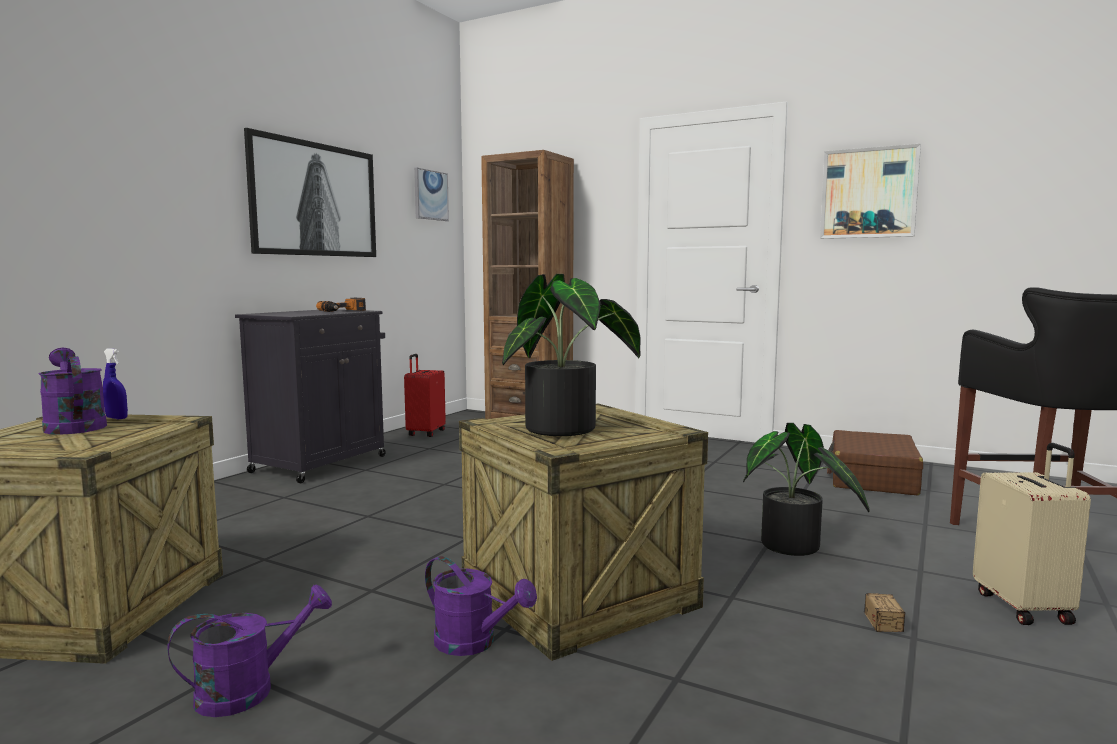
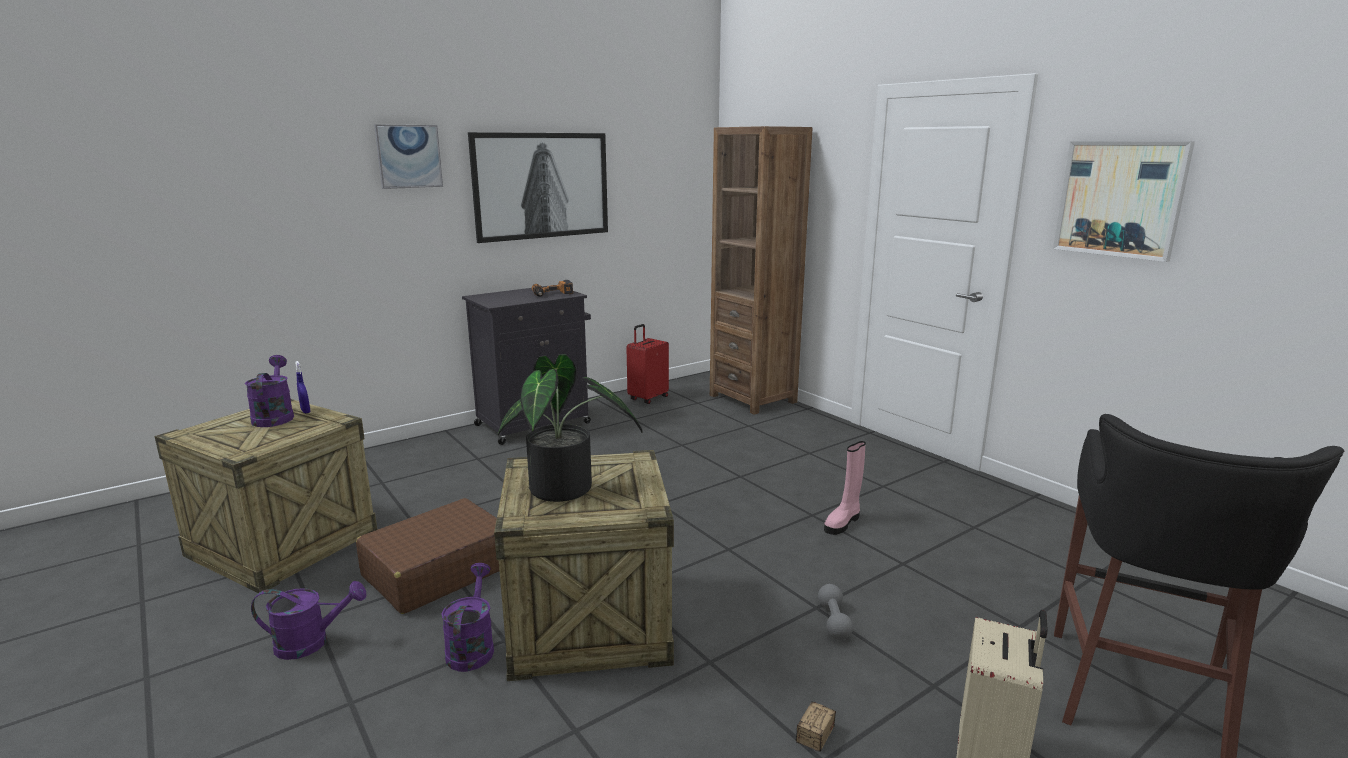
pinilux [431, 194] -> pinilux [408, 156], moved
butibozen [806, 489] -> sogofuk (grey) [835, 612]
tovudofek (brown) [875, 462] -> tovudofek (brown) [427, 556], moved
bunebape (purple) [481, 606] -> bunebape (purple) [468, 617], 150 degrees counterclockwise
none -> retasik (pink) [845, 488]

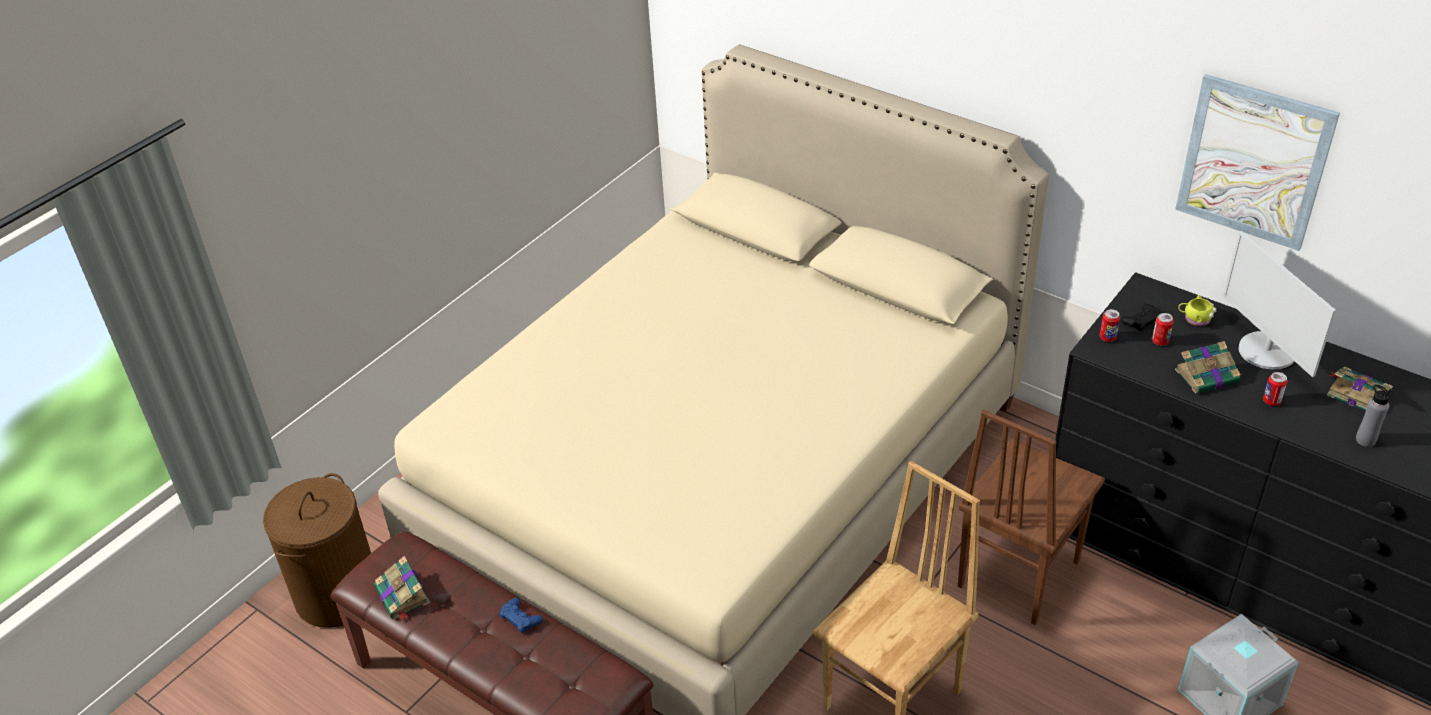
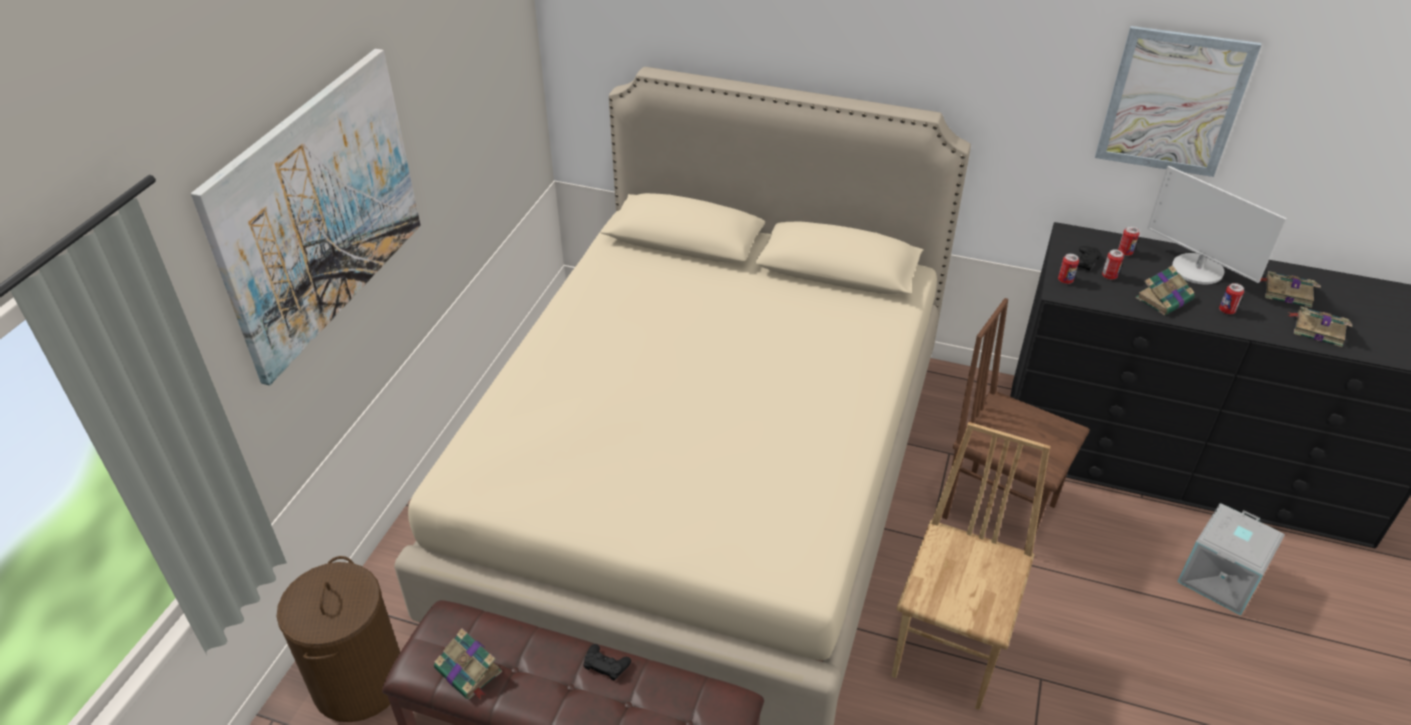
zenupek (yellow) [1197, 310] -> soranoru [1128, 241]
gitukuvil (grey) [1373, 415] -> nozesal [1320, 326]
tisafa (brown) [1031, 517] -> tisafa (brown) [1016, 424], 105 degrees clockwise
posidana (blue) [521, 615] -> posidana (black) [607, 662]
none -> pinilux [305, 217]

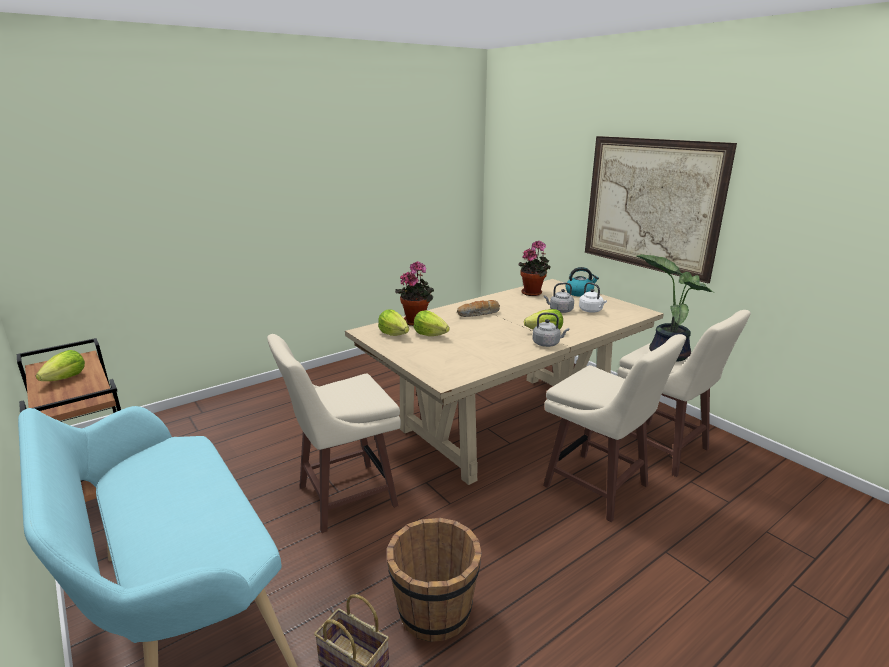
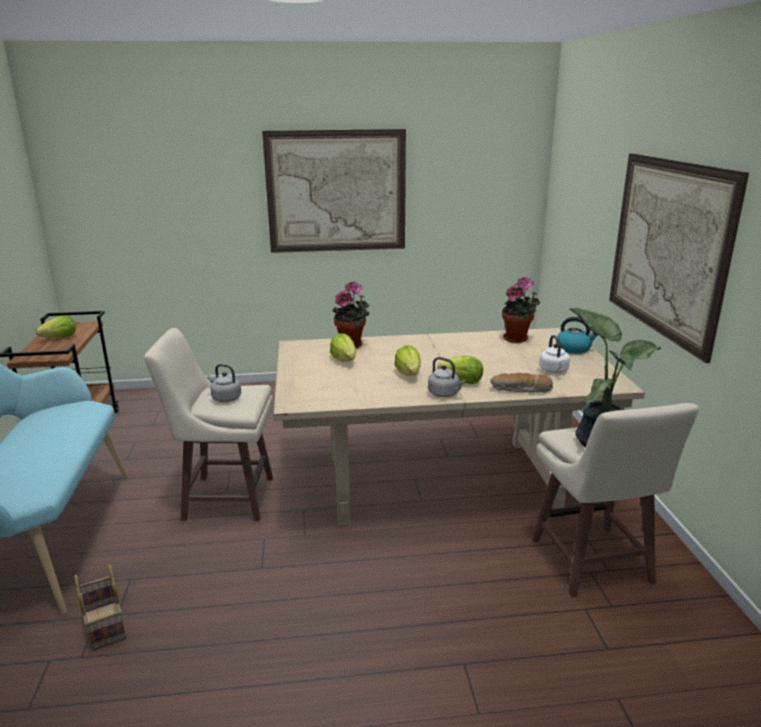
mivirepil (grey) [559, 298] -> mivirepil (grey) [224, 383], moved
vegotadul [478, 308] -> vegotadul [522, 383], moved
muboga [393, 322] -> muboga [407, 360], moved
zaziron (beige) [614, 428] -> none
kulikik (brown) [434, 580] -> none
none -> pinilux [334, 191]

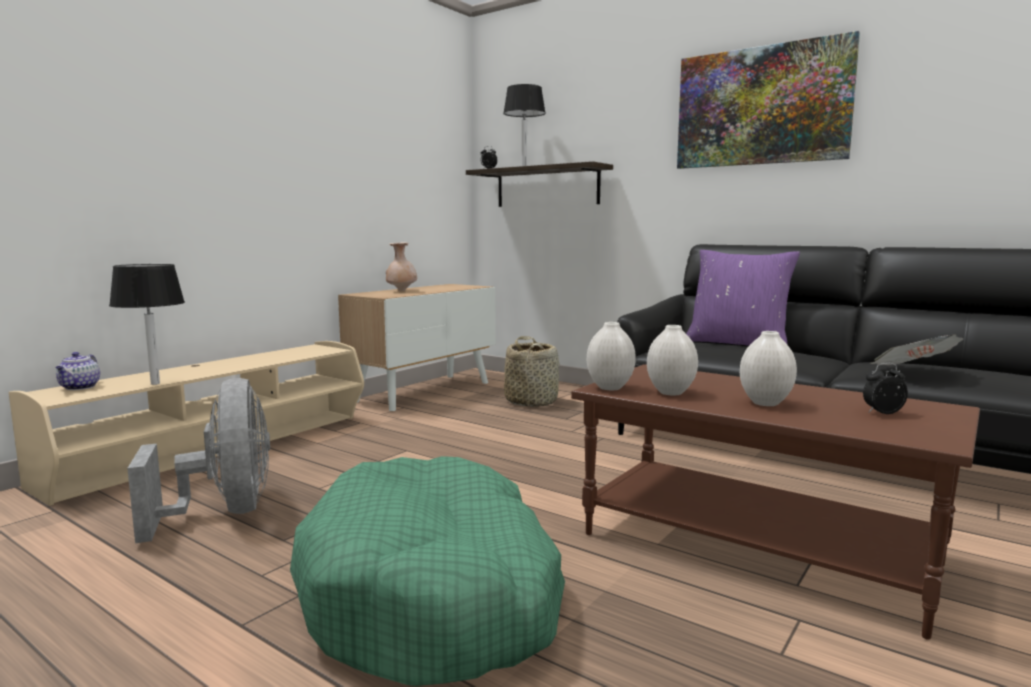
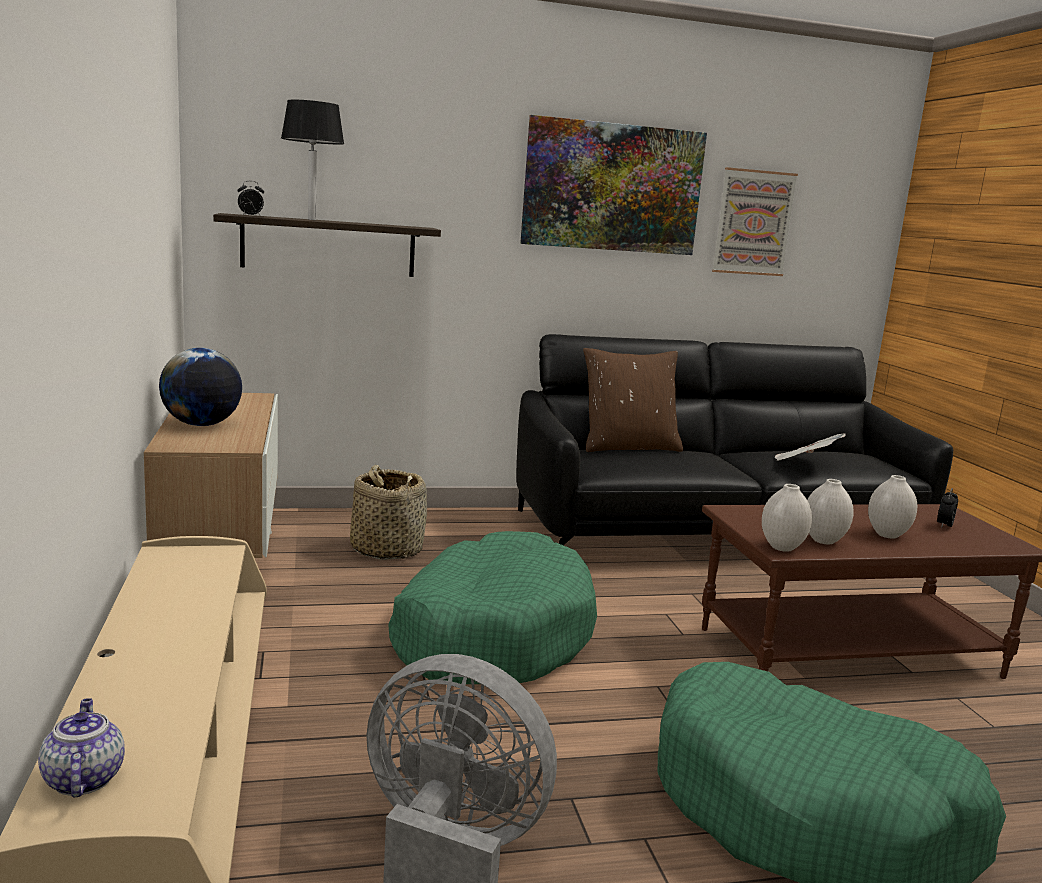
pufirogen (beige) [401, 266] -> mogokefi [200, 387]
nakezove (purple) [743, 298] -> nakezove (brown) [633, 400]
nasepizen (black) [147, 324] -> none
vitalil [77, 371] -> vitalil [81, 747], 150 degrees counterclockwise
none -> pinilux [755, 221]
none -> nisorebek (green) [492, 607]

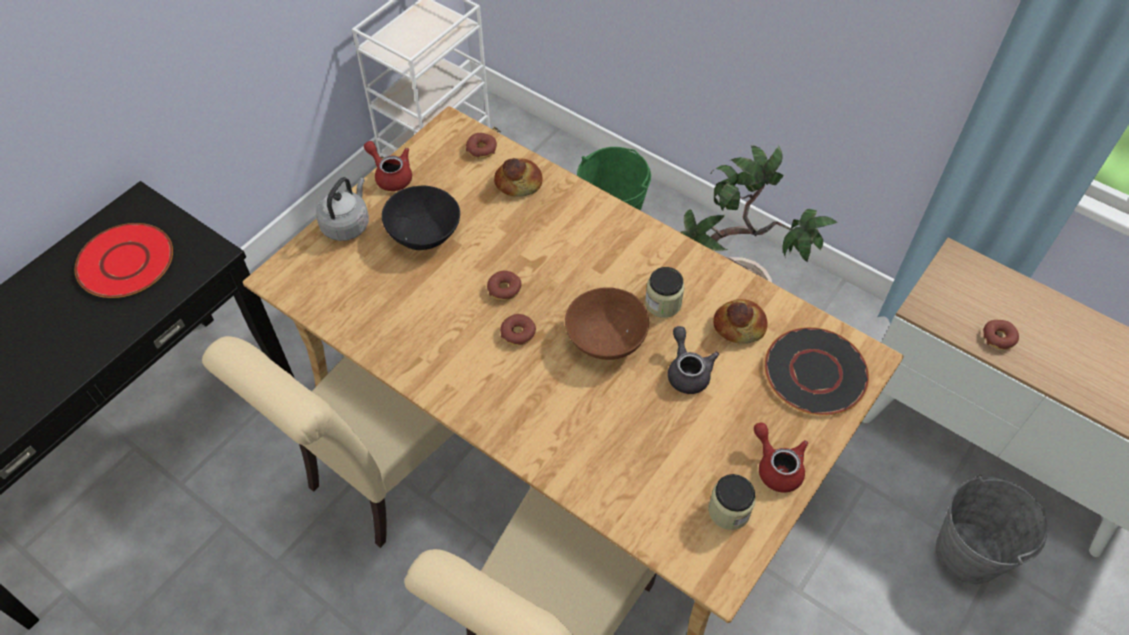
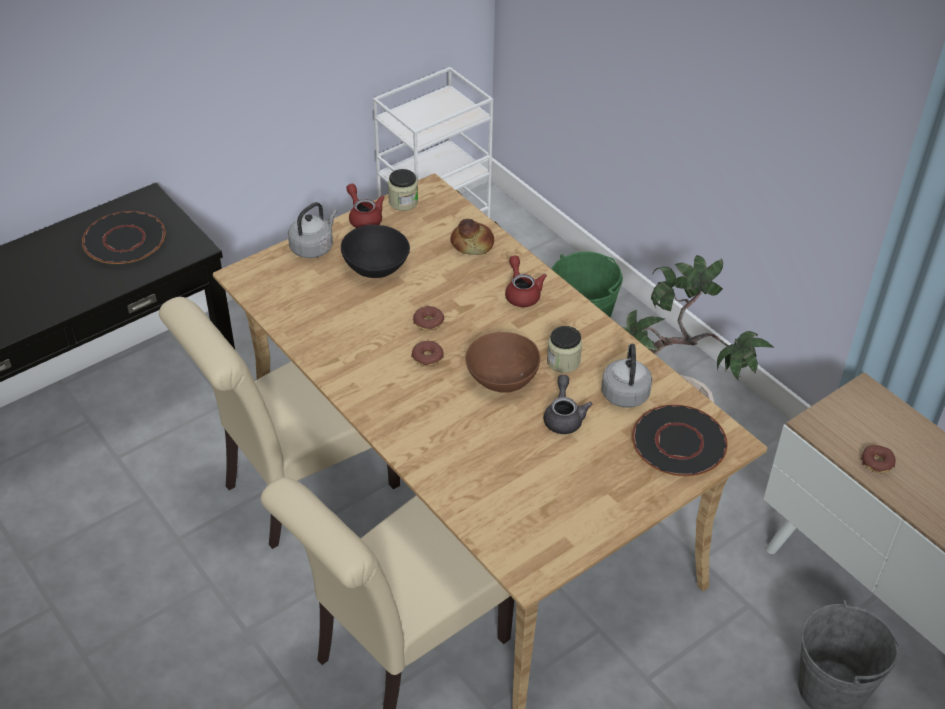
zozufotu [481, 146] -> none
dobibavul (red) [124, 260] -> dobibavul (black) [124, 237]
vegotadul [740, 321] -> mivirepil (grey) [626, 376]
vitalil (red) [781, 458] -> vitalil (red) [526, 281], moved
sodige [732, 502] -> sodige [403, 190], moved

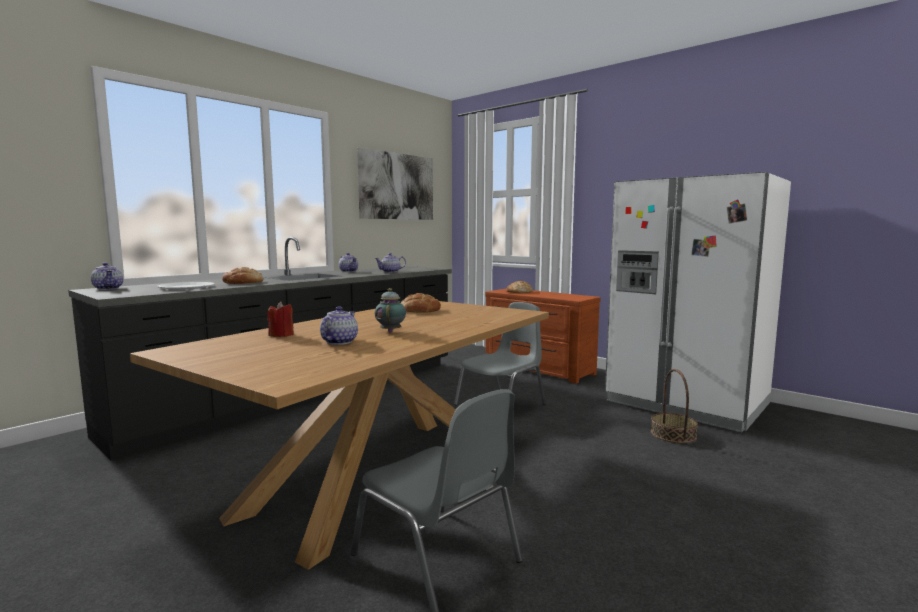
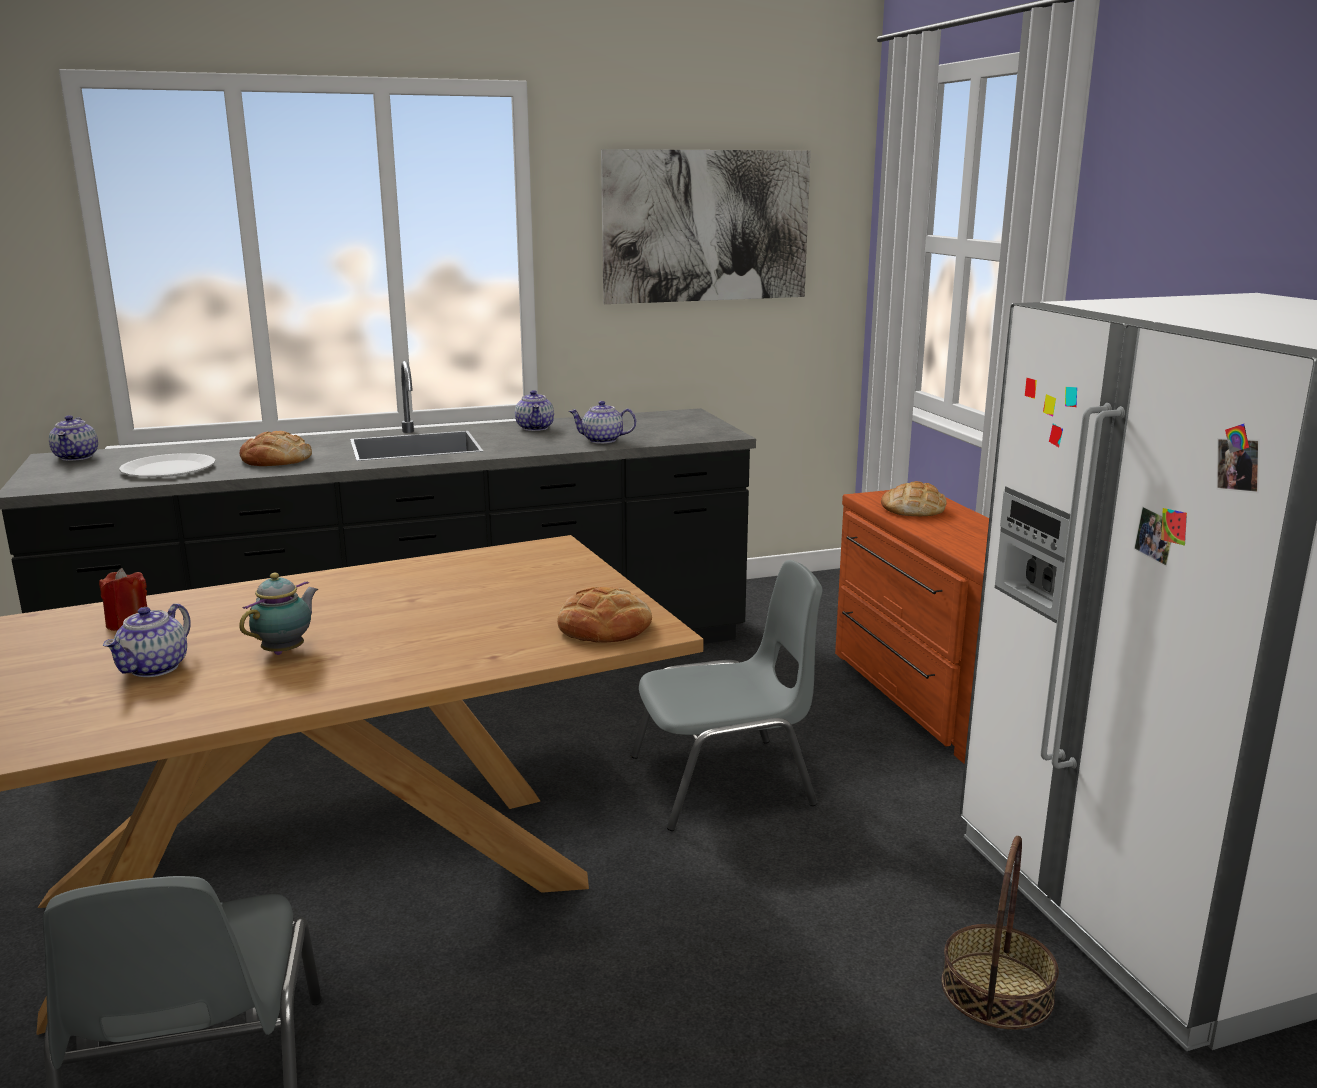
vegotadul [421, 303] -> vegotadul [604, 614], moved
vitalil [339, 325] -> vitalil [147, 640], 150 degrees clockwise

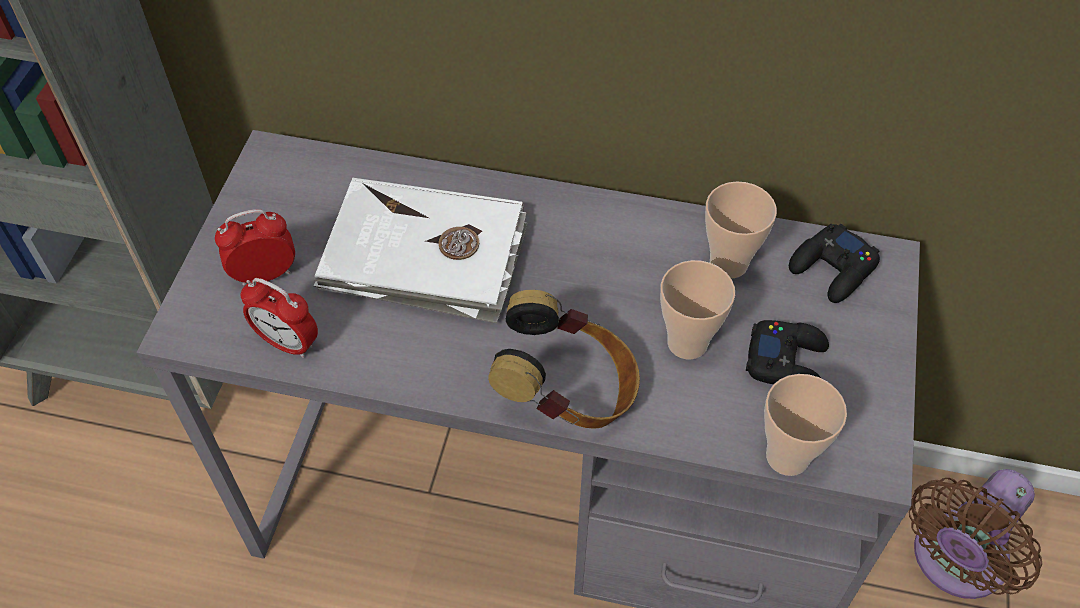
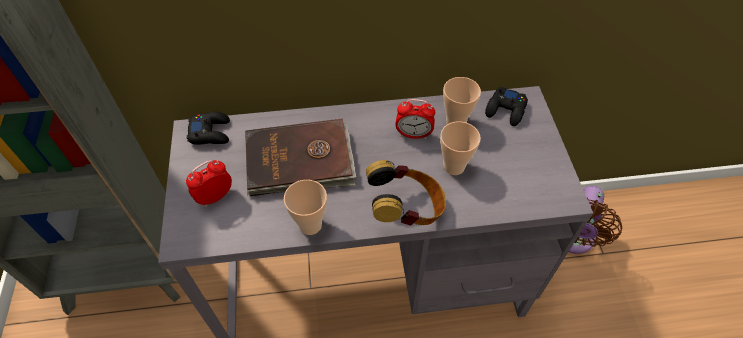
nozesal (white) [421, 250] -> nozesal (brown) [300, 157]
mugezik [279, 318] -> mugezik [415, 119], moved
posidana (black) [787, 352] -> posidana (black) [208, 128], moved
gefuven [805, 425] -> gefuven [305, 207], moved

